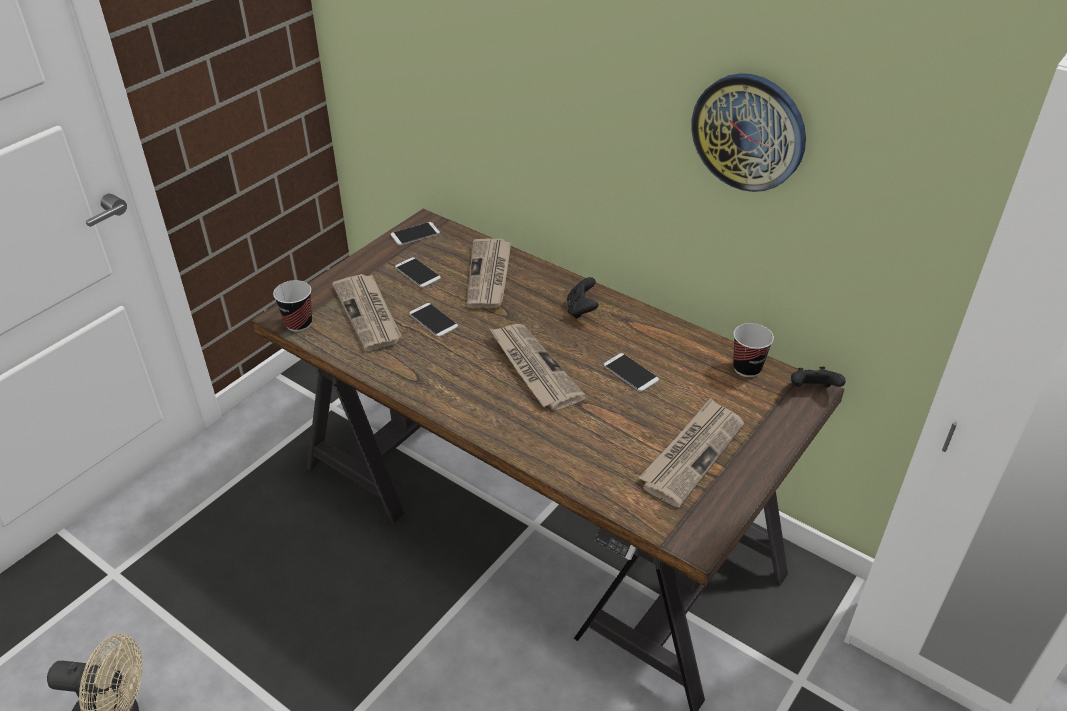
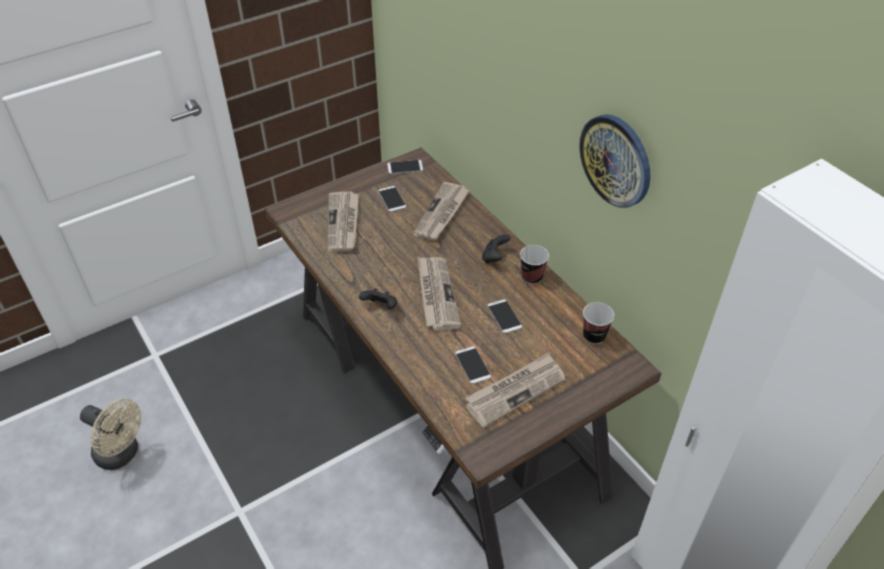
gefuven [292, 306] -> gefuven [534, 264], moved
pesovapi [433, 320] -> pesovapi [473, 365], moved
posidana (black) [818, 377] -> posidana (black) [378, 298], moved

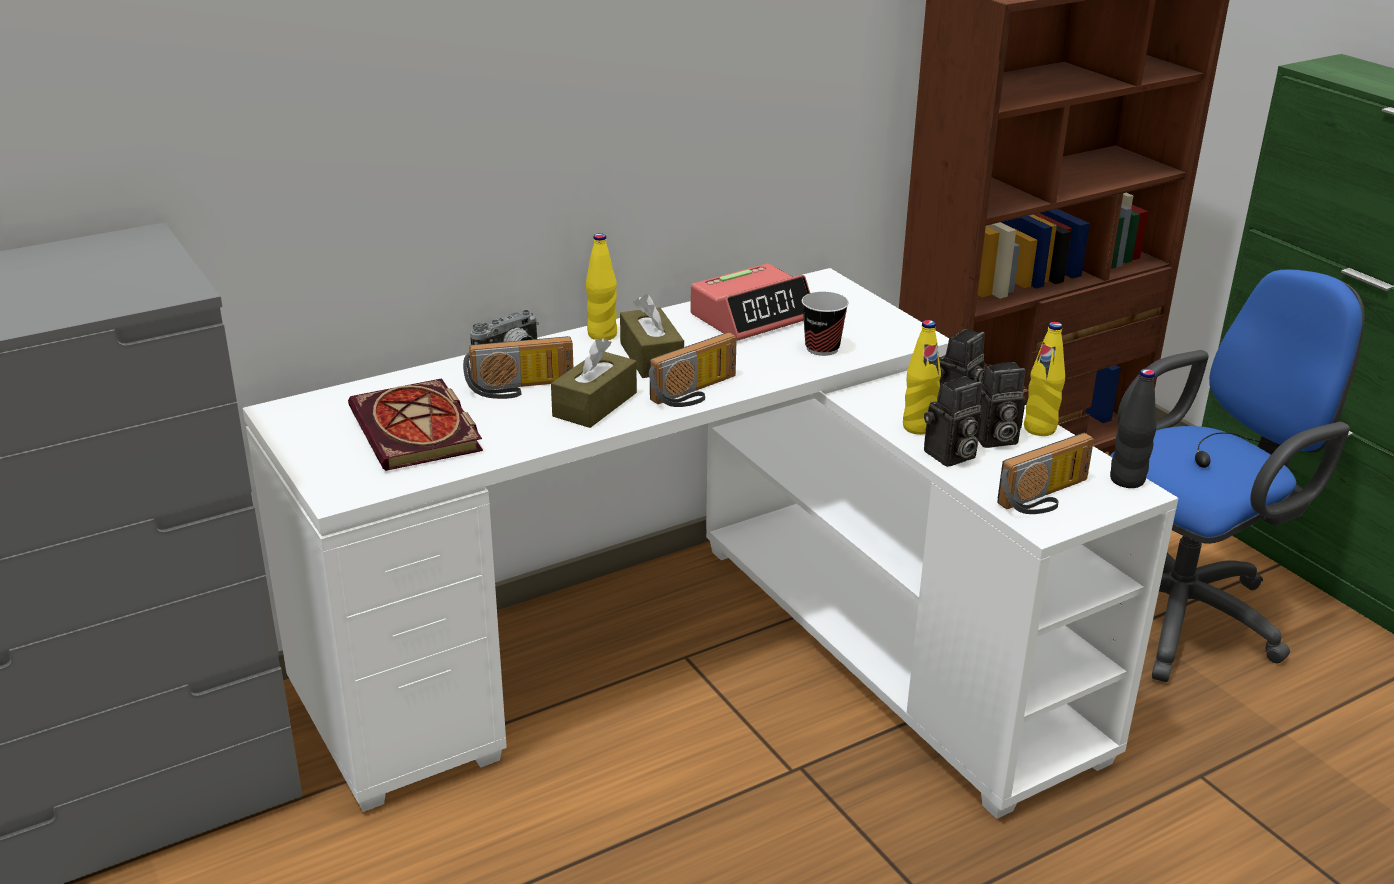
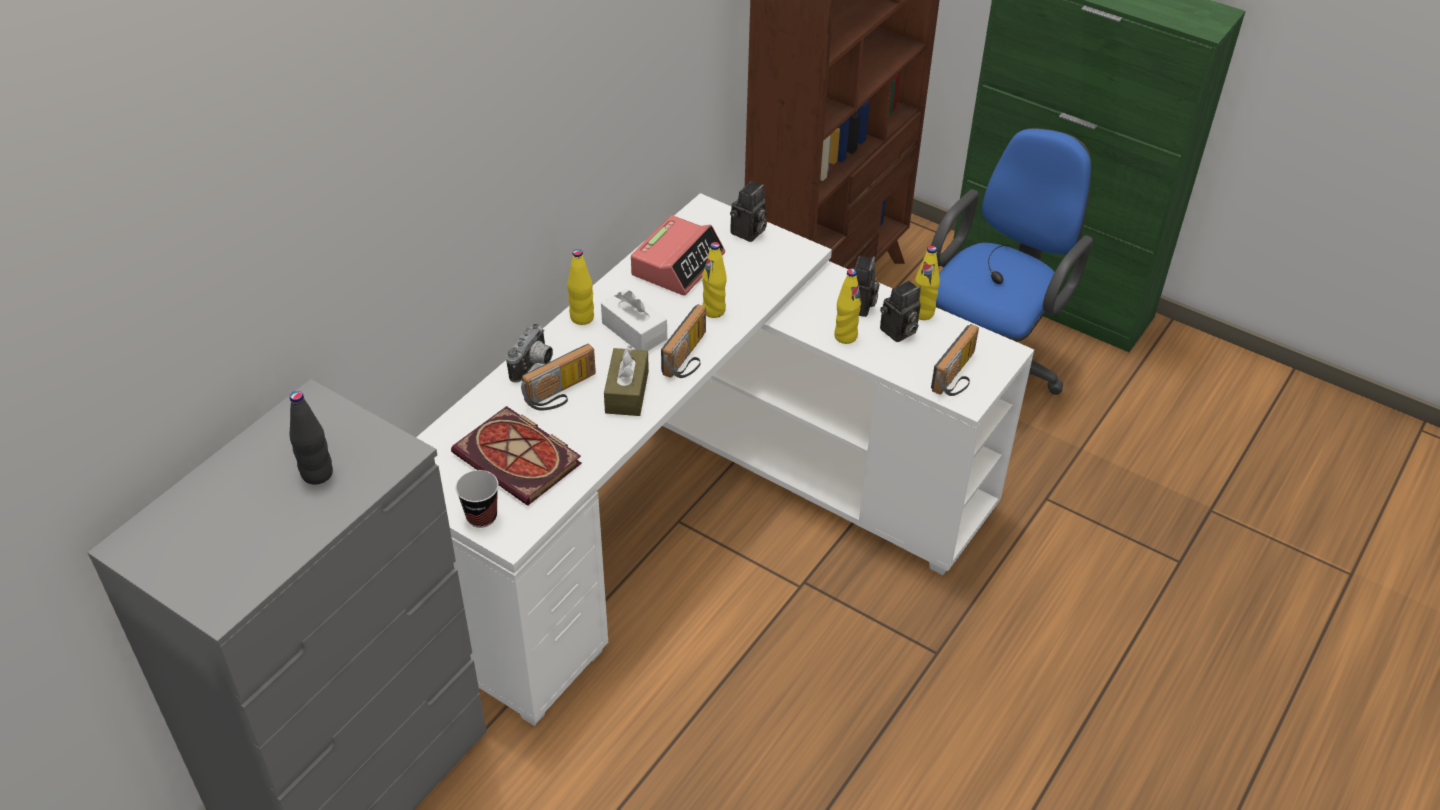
gefuven [825, 324] -> gefuven [477, 499], moved
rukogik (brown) [652, 336] -> rukogik (white) [634, 320]
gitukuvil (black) [1133, 428] -> gitukuvil (black) [311, 438], moved
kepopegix [953, 421] -> kepopegix [748, 211], moved
none -> gitukuvil (yellow) [714, 280]

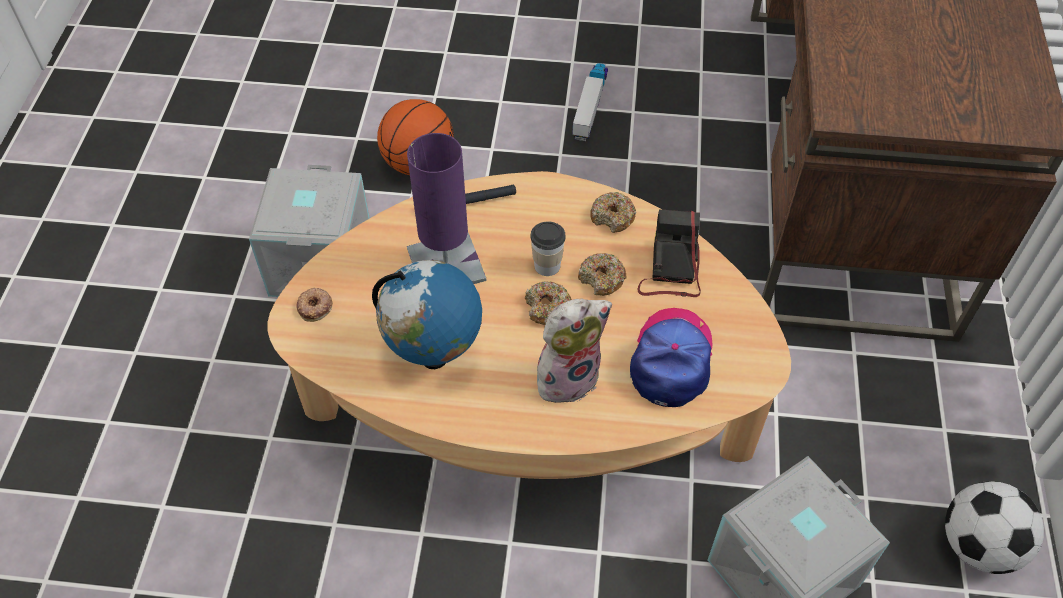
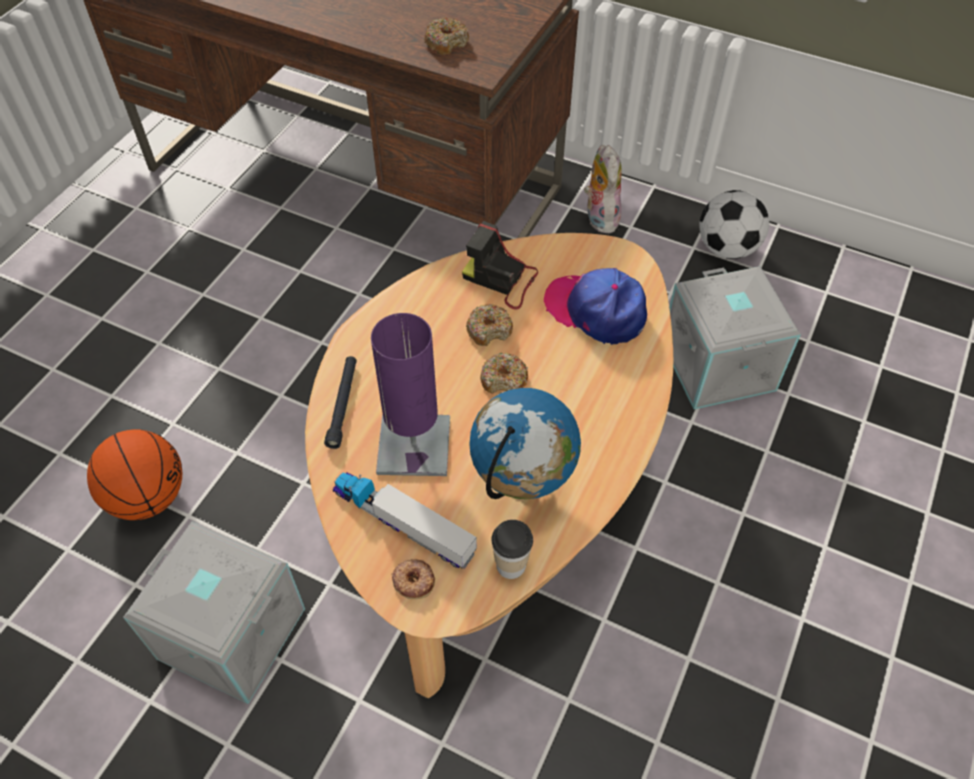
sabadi [590, 102] -> sabadi [405, 521], moved
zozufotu [613, 212] -> zozufotu [446, 36], moved
gefuven [548, 248] -> gefuven [512, 549], moved
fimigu [574, 351] -> fimigu [603, 189], moved

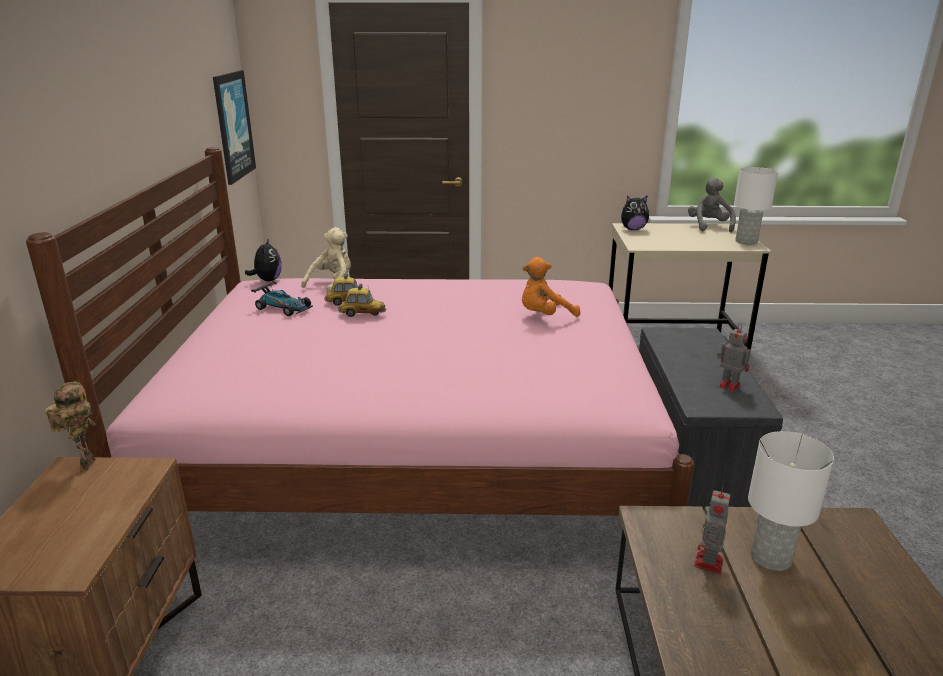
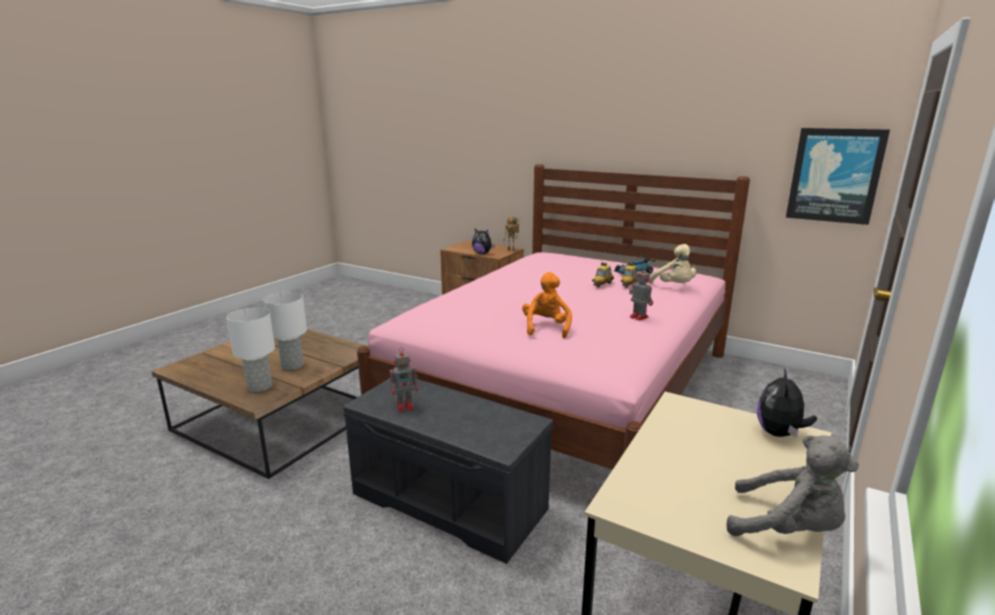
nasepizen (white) [756, 205] -> nasepizen (white) [250, 349], moved
fimigu [263, 259] -> fimigu [483, 241], moved
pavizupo [712, 530] -> pavizupo [641, 293], moved

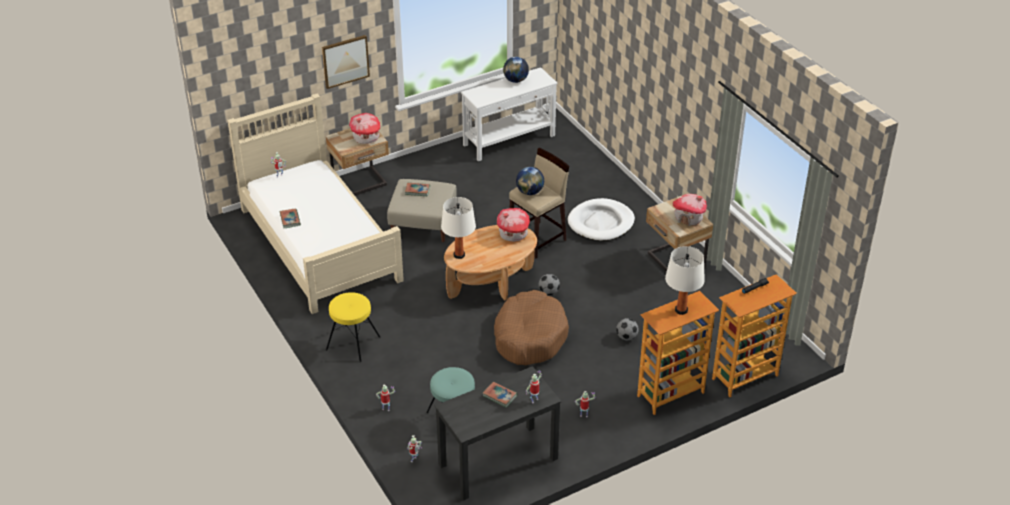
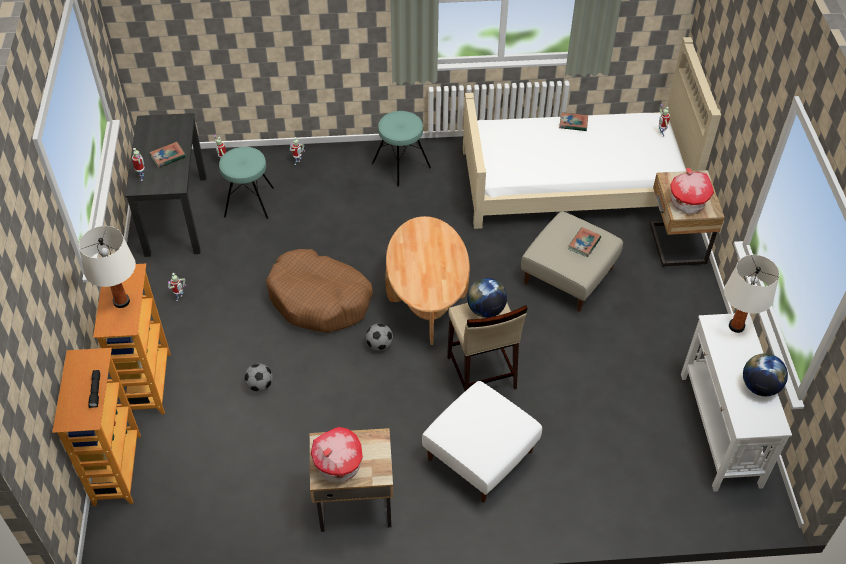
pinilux [346, 62] -> none
nasepizen (white) [458, 228] -> nasepizen (white) [751, 294], moved
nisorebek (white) [601, 219] -> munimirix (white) [482, 442]
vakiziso [513, 225] -> none
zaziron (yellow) [353, 327] -> zaziron (turquoise) [401, 149]

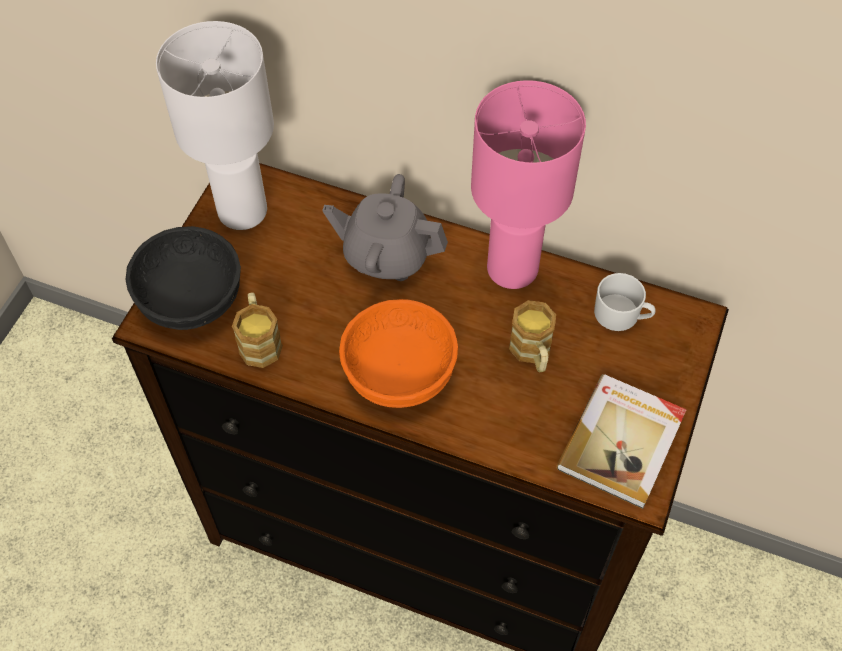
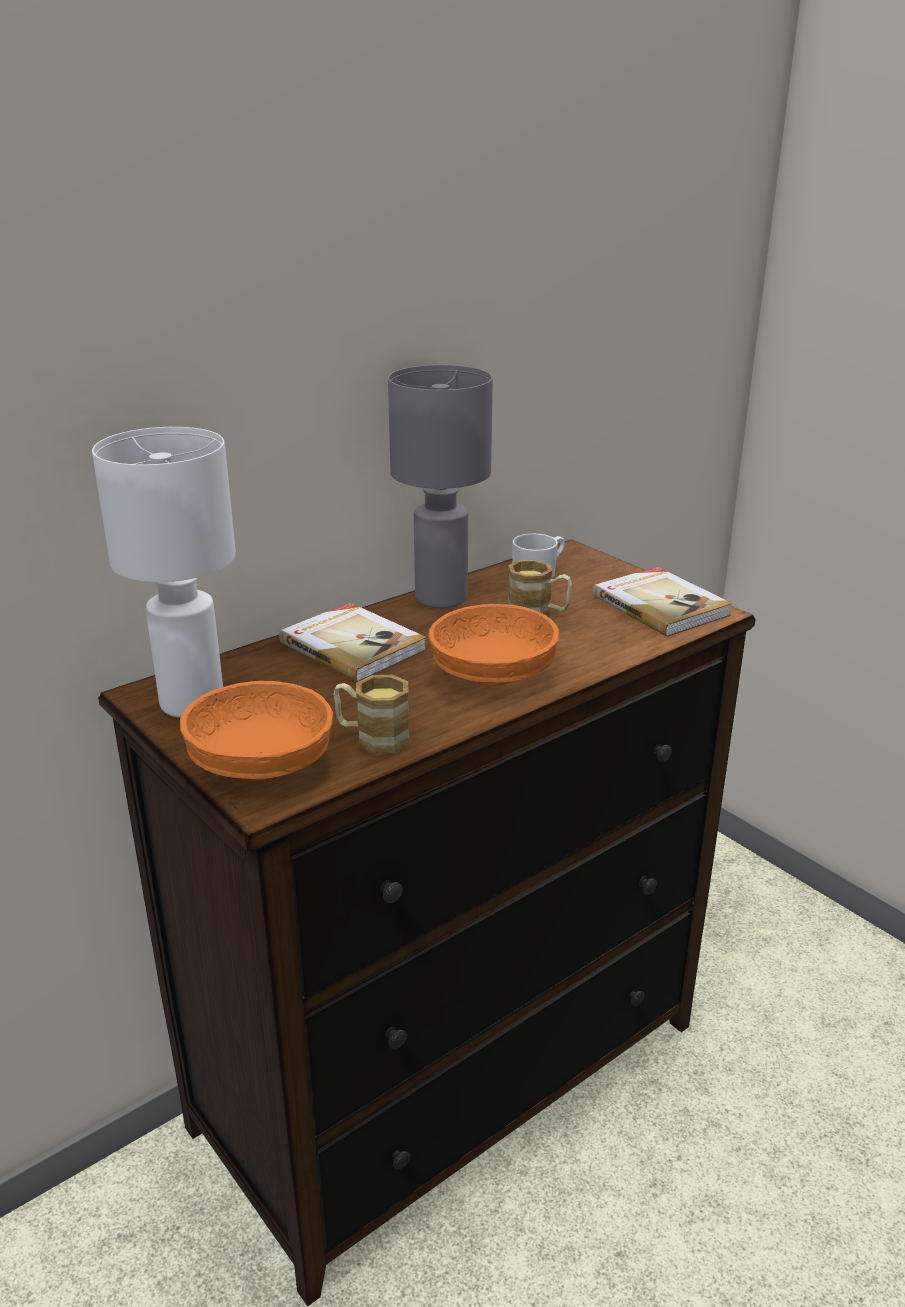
nasepizen (pink) [528, 184] -> nasepizen (grey) [440, 486]
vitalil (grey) [385, 227] -> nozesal [353, 642]
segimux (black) [183, 278] -> segimux (orange) [256, 730]

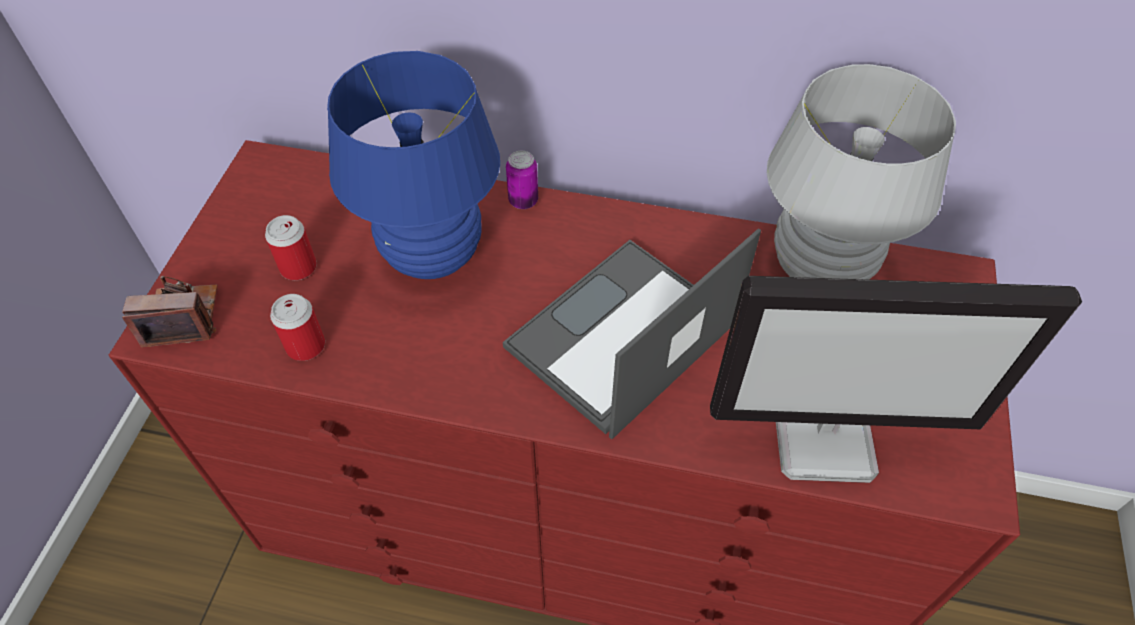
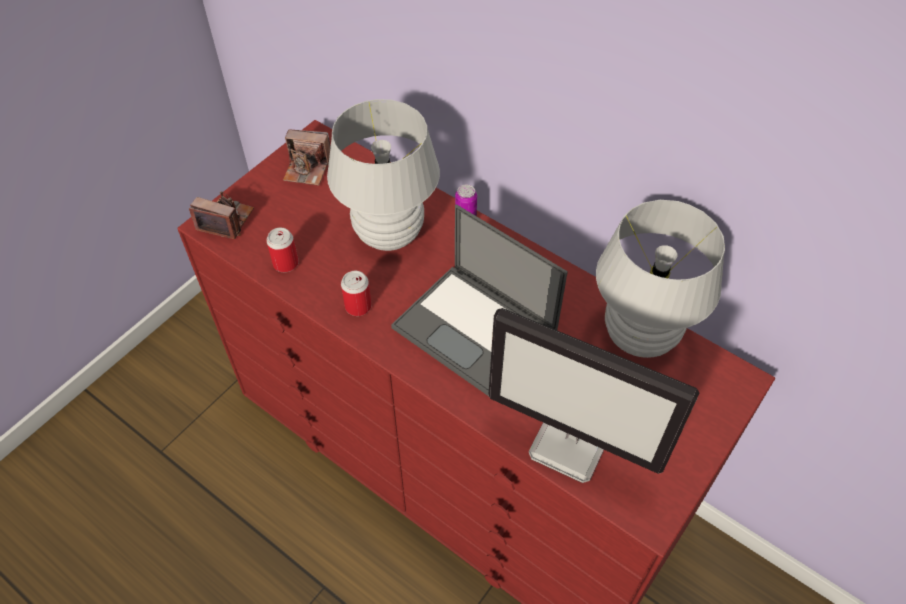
nasepizen (blue) [413, 165] -> nasepizen (white) [383, 175]
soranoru [291, 247] -> soranoru [356, 293], moved
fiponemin [632, 333] -> fiponemin [479, 300], 120 degrees counterclockwise
none -> kepopegix [307, 157]

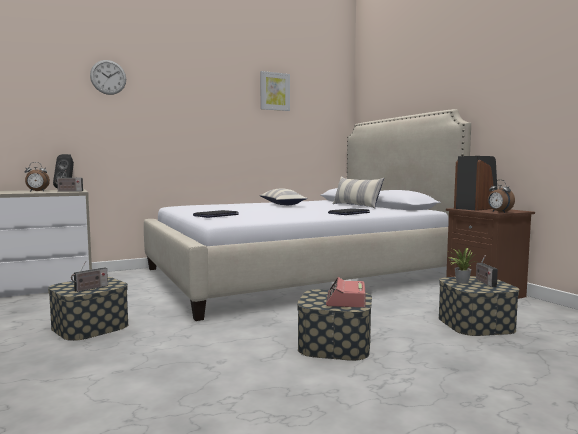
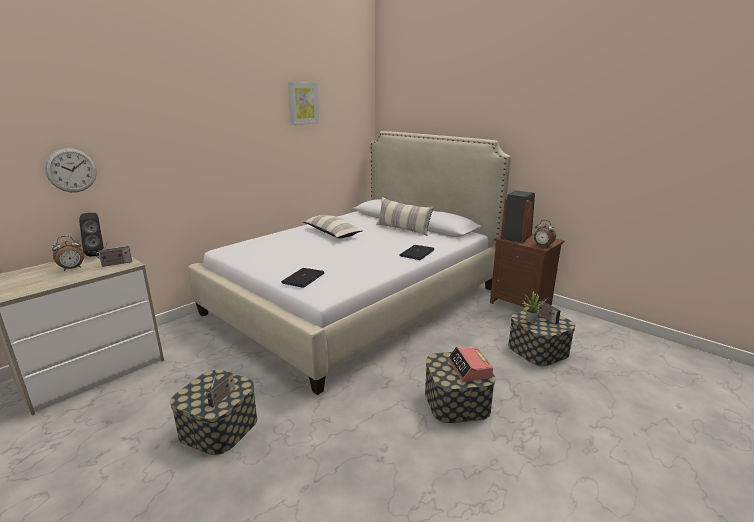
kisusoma [108, 77] -> kisusoma [71, 170], moved

